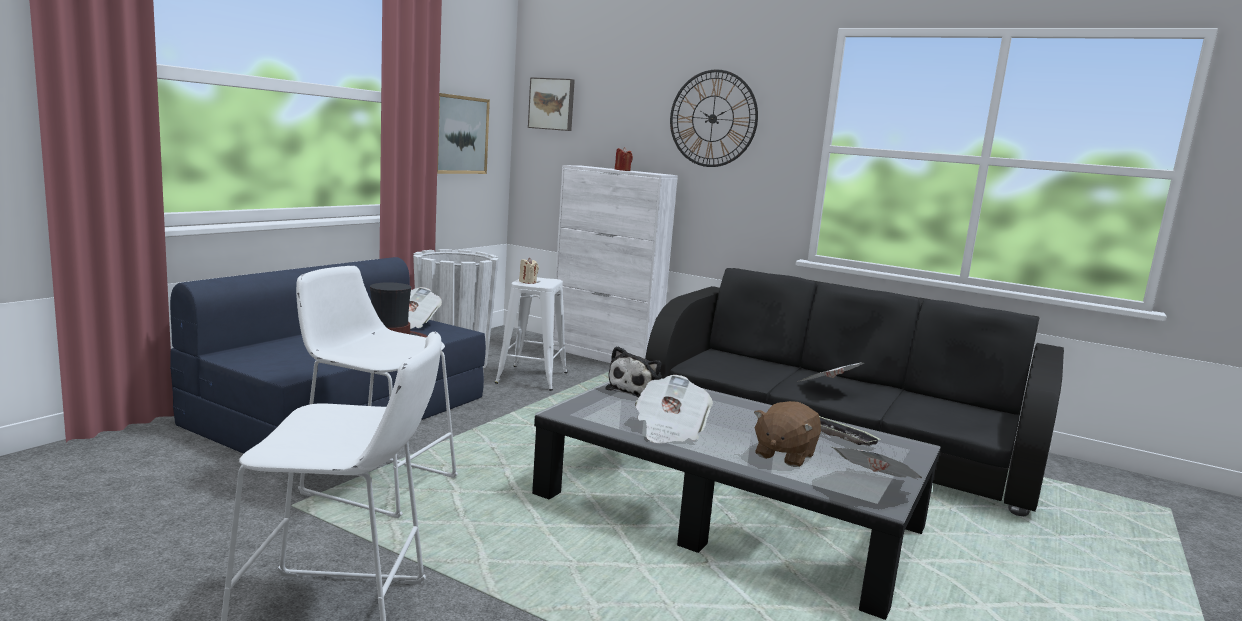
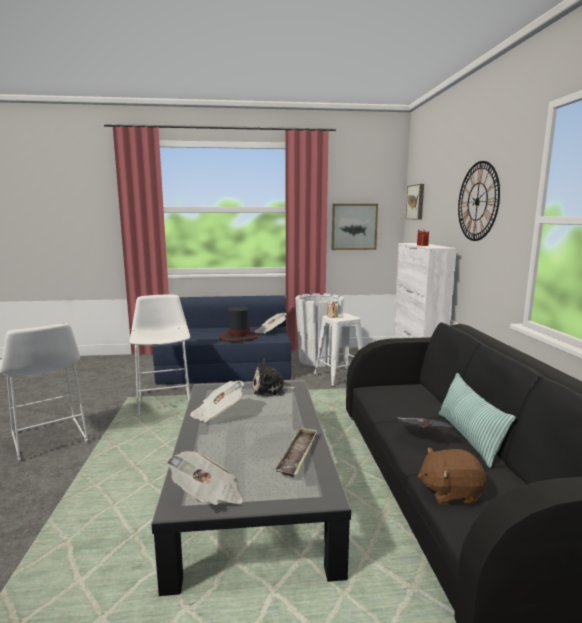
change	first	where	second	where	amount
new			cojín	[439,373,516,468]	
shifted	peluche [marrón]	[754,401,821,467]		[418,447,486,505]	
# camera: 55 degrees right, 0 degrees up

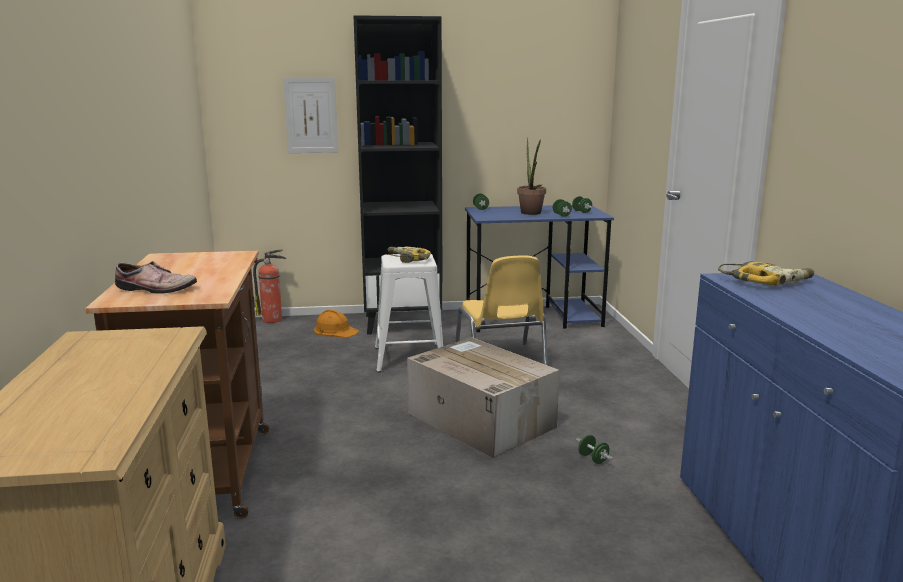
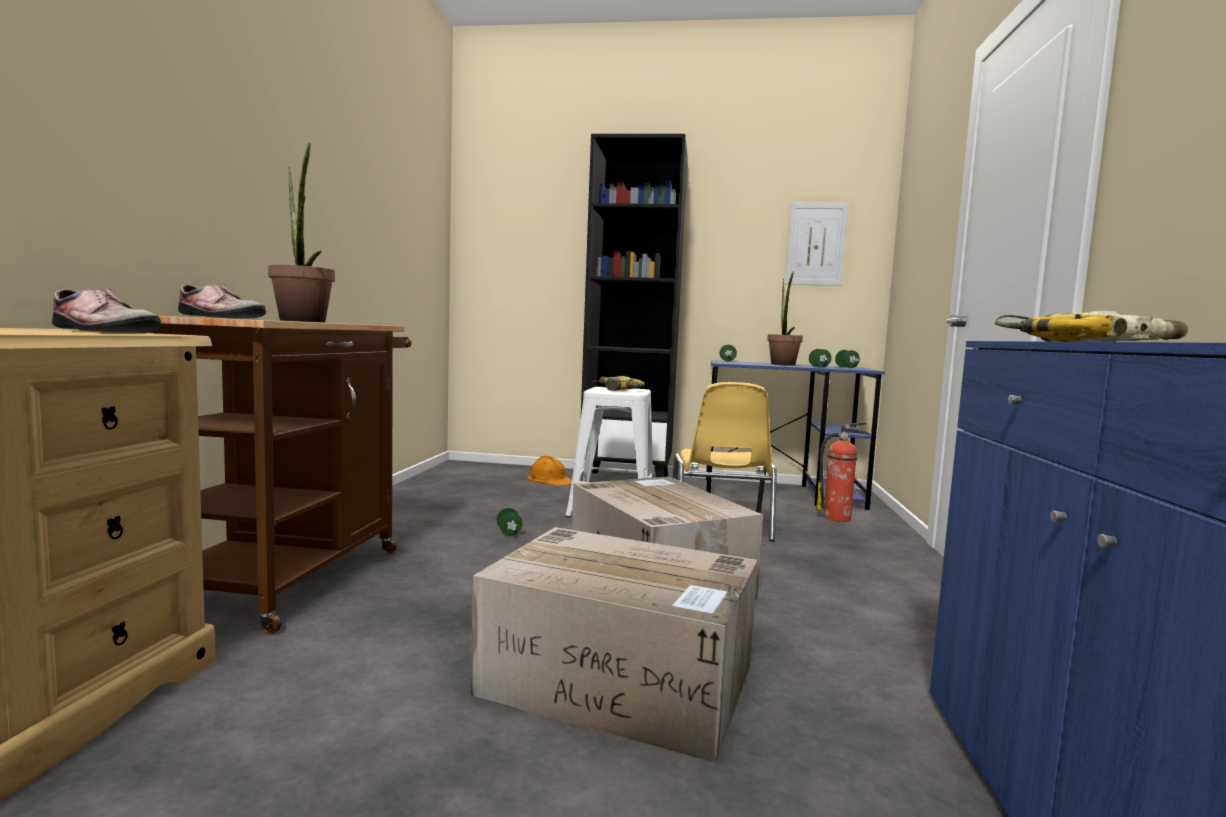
change	first	where	second	where	amount
new			zapato	[52,288,161,332]	
new			planta en maceta	[268,143,335,322]	
new			caja de cartón	[471,527,757,763]	
shifted	extintor	[253,250,286,323]		[816,422,871,522]	
shifted	cuadro	[283,77,338,153]		[785,202,849,286]	
shifted	mancuerna [verde]	[576,435,613,464]		[497,508,523,535]	
# camera: 15 degrees right, 10 degrees down

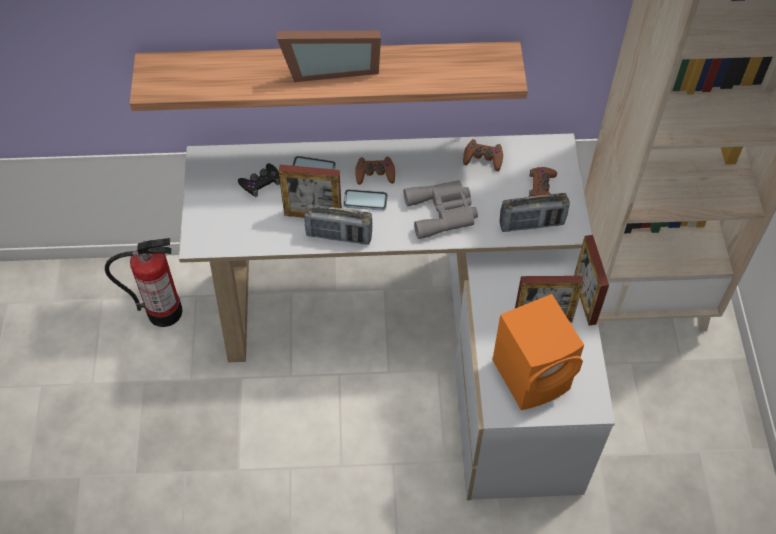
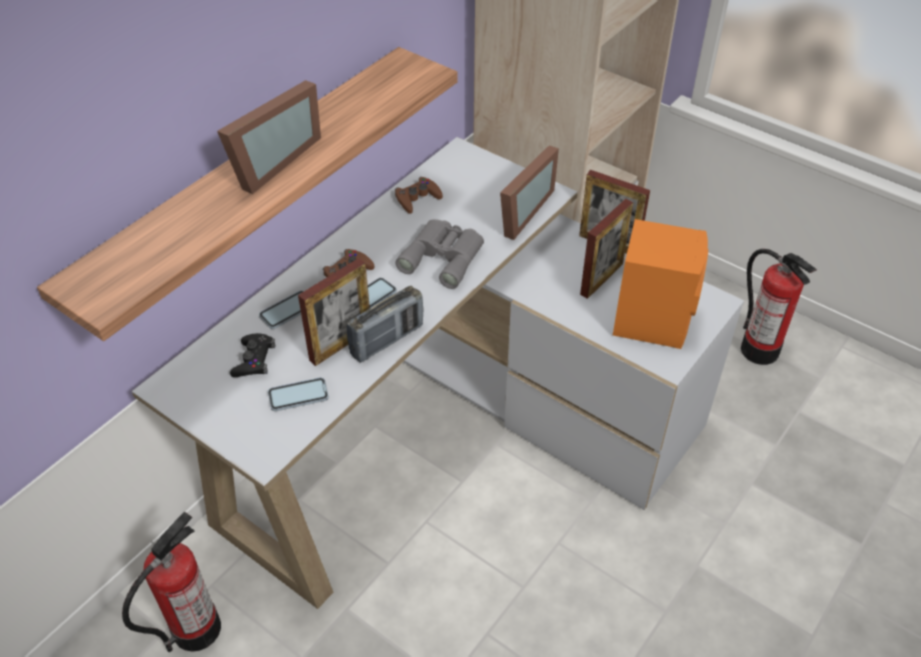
change	first	where	second	where	amount
gone	mando de consola [marrón]	[529,167,557,197]			
new			móvil	[268,378,329,411]	
new			extintor	[741,249,817,365]	
swapped	radio	[500,193,570,232]	portarretratos	[500,145,559,240]	
# camera: 50 degrees left, 10 degrees down

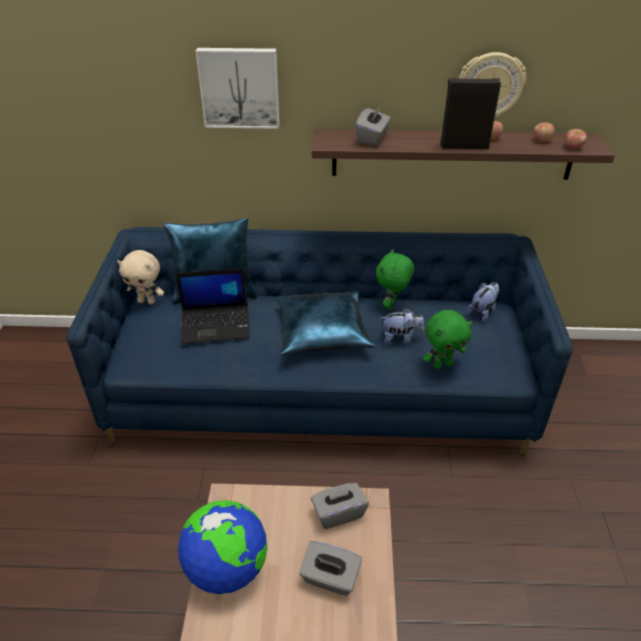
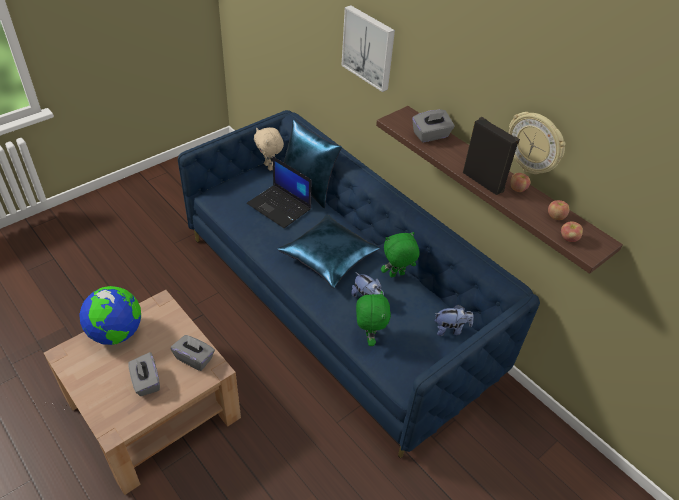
change	first	where	second	where	amount
rotated	peluche [verde]	[423,310,473,369]		[356,291,391,346]	120 degrees counterclockwise
# camera: 45 degrees right, 5 degrees up

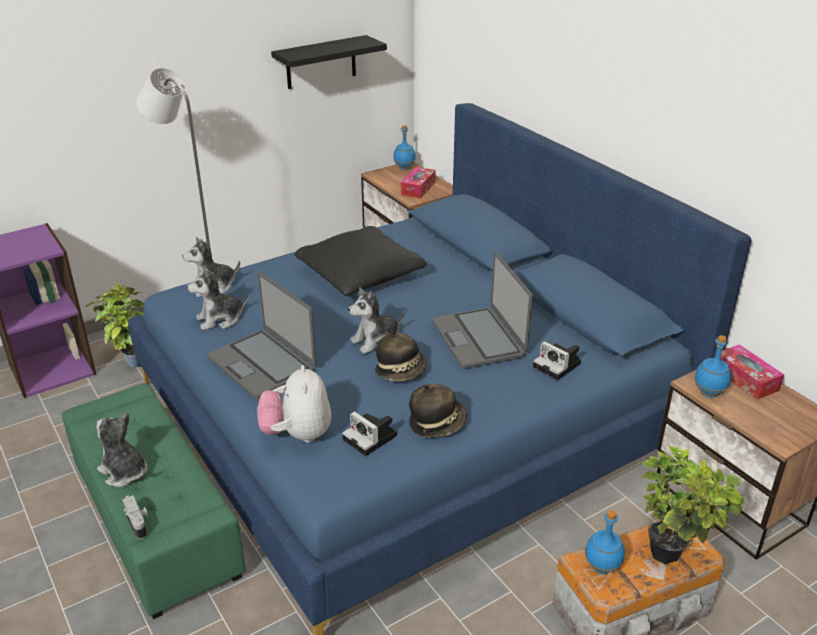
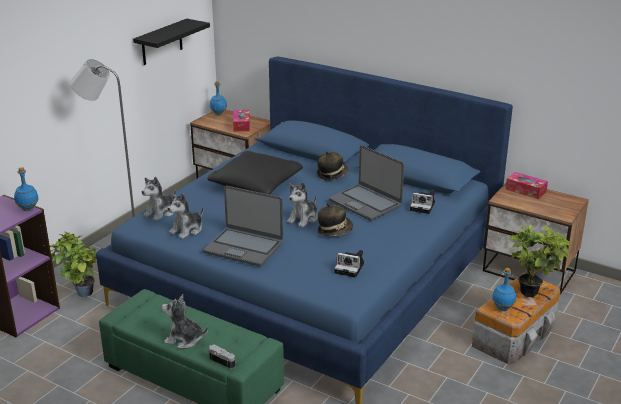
change	first	where	second	where	amount
gone	peluche	[257,365,331,443]			
shifted	sombrero	[409,384,467,438]		[317,152,348,181]	
shifted	botella [azul]	[694,335,731,398]		[14,167,39,211]	
# camera: 25 degrees left, 5 degrees down

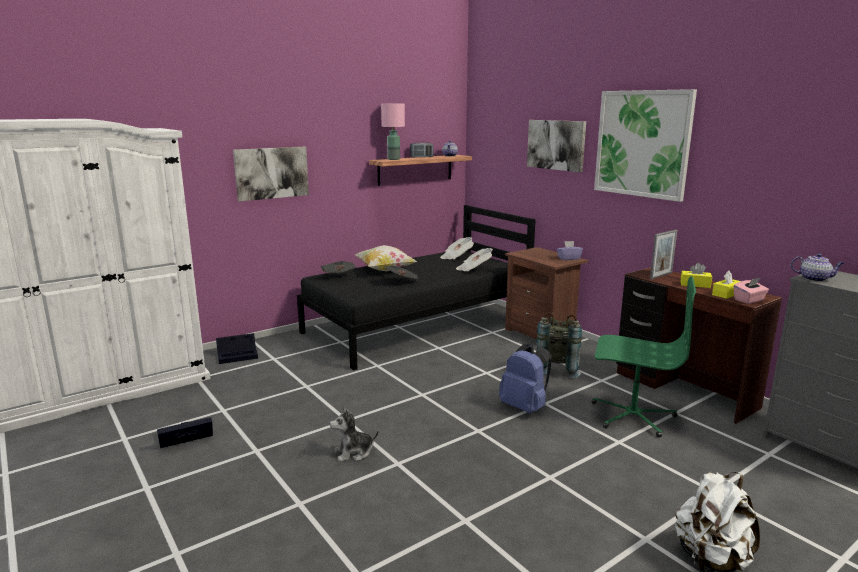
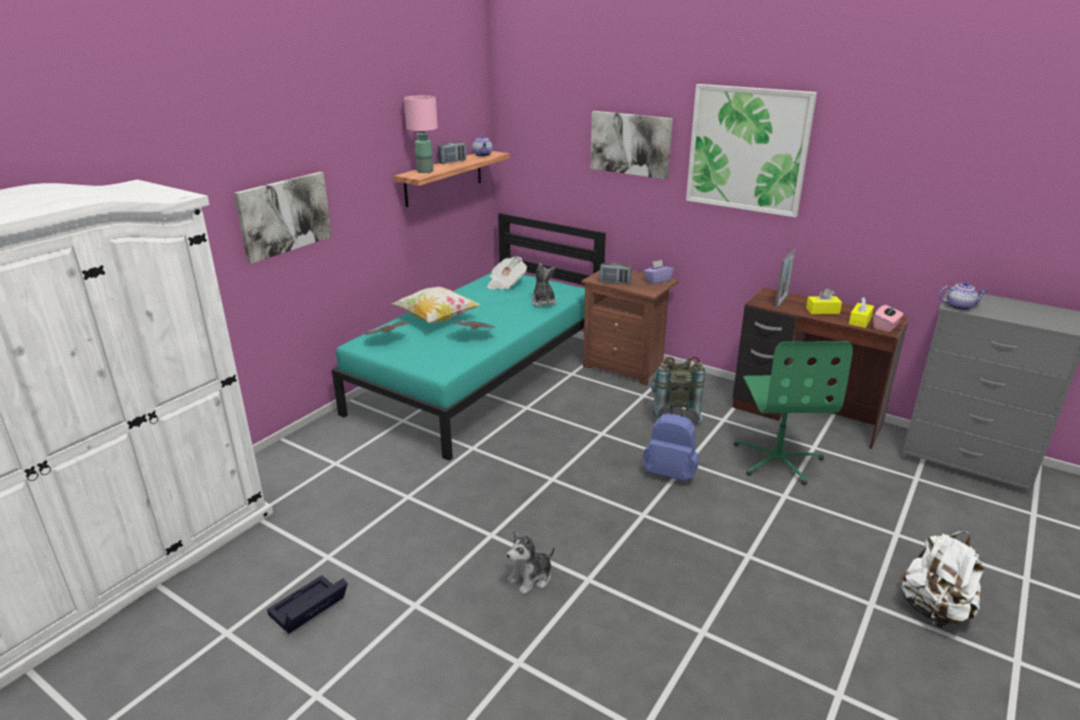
change	first	where	second	where	amount
gone	caja de almacenaje [negro]	[216,333,258,364]			
new			radio	[600,263,632,284]	
swapped	periódico	[456,248,493,271]	peluche	[531,263,556,307]	
repainted	cama [negro]	[297,205,536,370]	cama [turquesa]	[332,213,606,461]	
rotated	silla de oficina [verde]	[592,276,696,438]		[734,341,853,486]	90 degrees clockwise
# camera: 20 degrees left, 10 degrees up

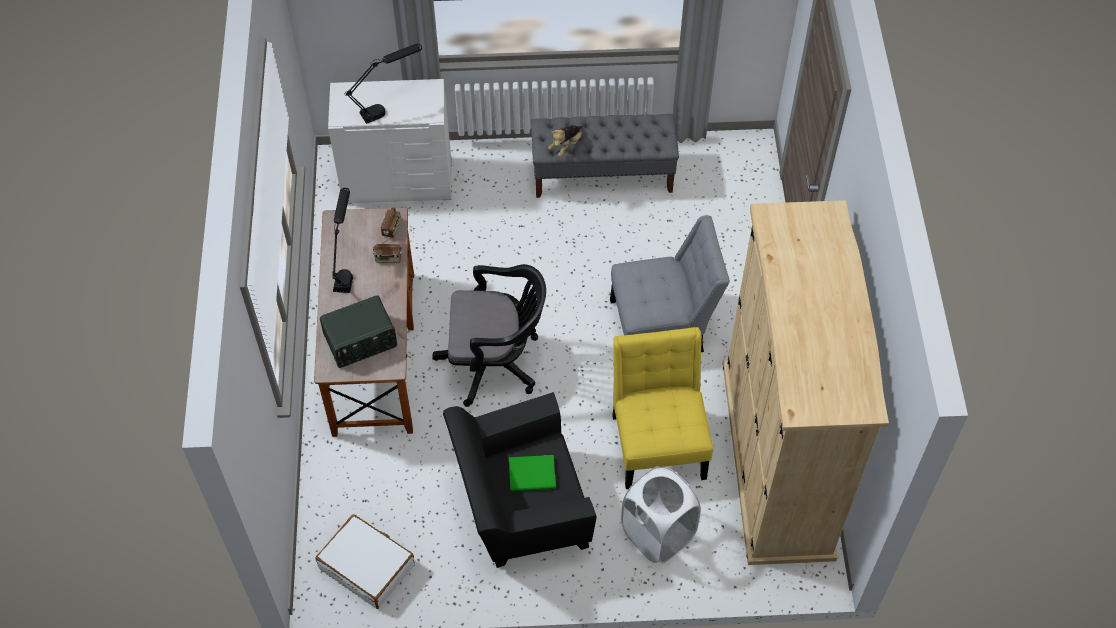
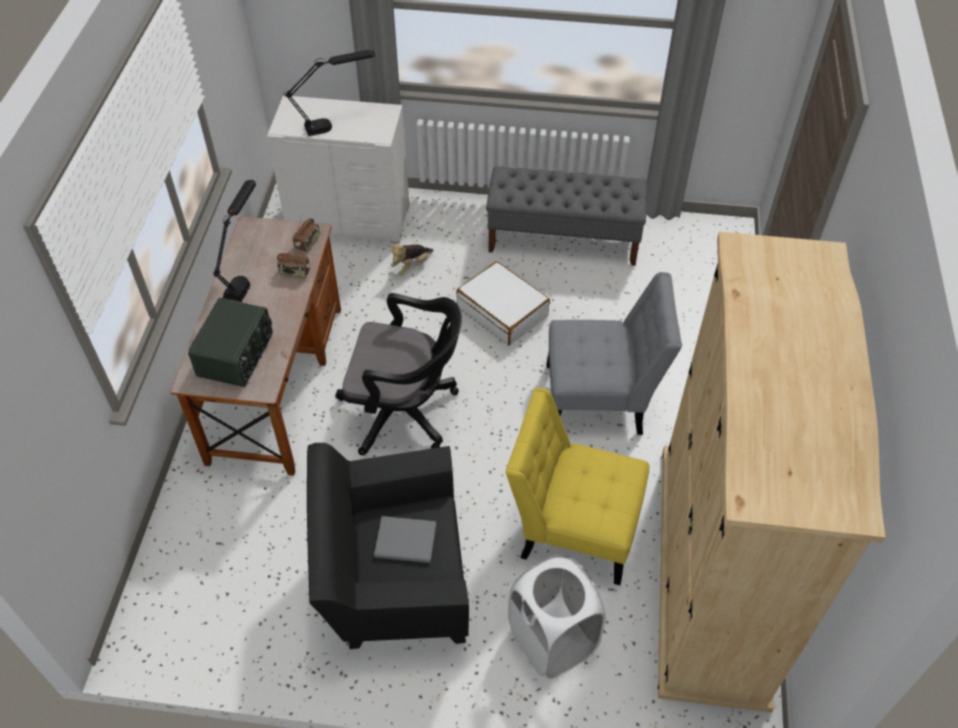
change	first	where	second	where	amount
shifted	maleta [blanco]	[316,514,415,609]		[456,261,550,346]	
shifted	peluche	[548,125,583,157]		[390,244,433,276]	
repainted	libro [verde]	[509,455,556,491]	libro [gris]	[374,516,436,563]	
rotated	radio	[320,295,397,368]		[188,298,273,387]	60 degrees counterclockwise
rotated	silla [amarillo]	[612,327,713,489]		[505,388,649,585]	75 degrees counterclockwise
# camera: 10 degrees right, 5 degrees down

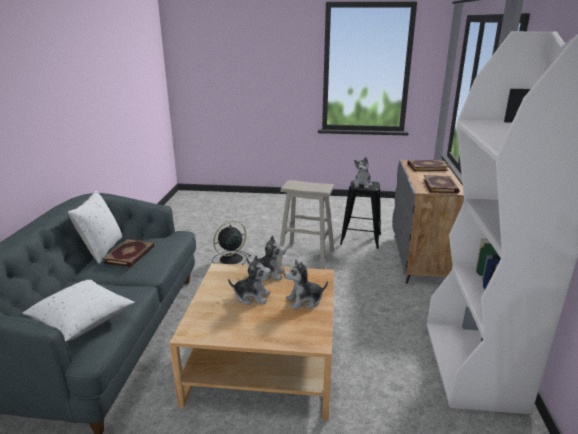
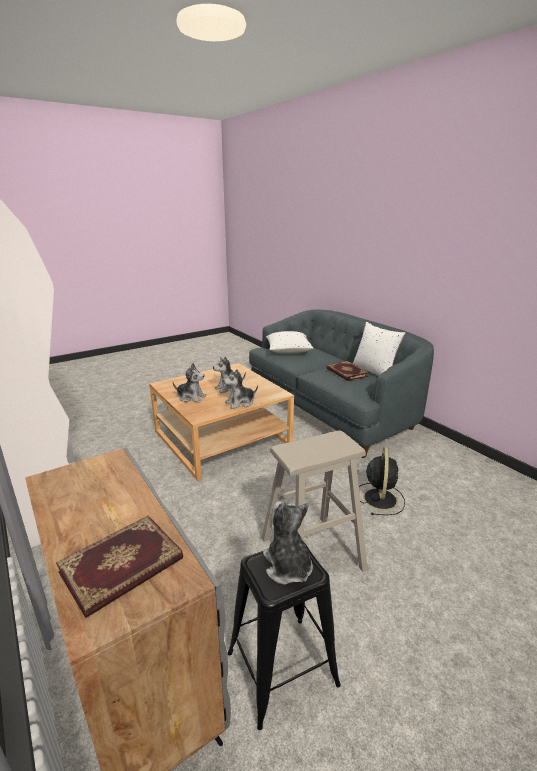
change	first	where	second	where	amount
gone	libro	[423,175,460,193]			
rotated	peluche	[284,260,328,309]		[173,363,207,403]	75 degrees clockwise
# camera: 140 degrees right, 0 degrees up

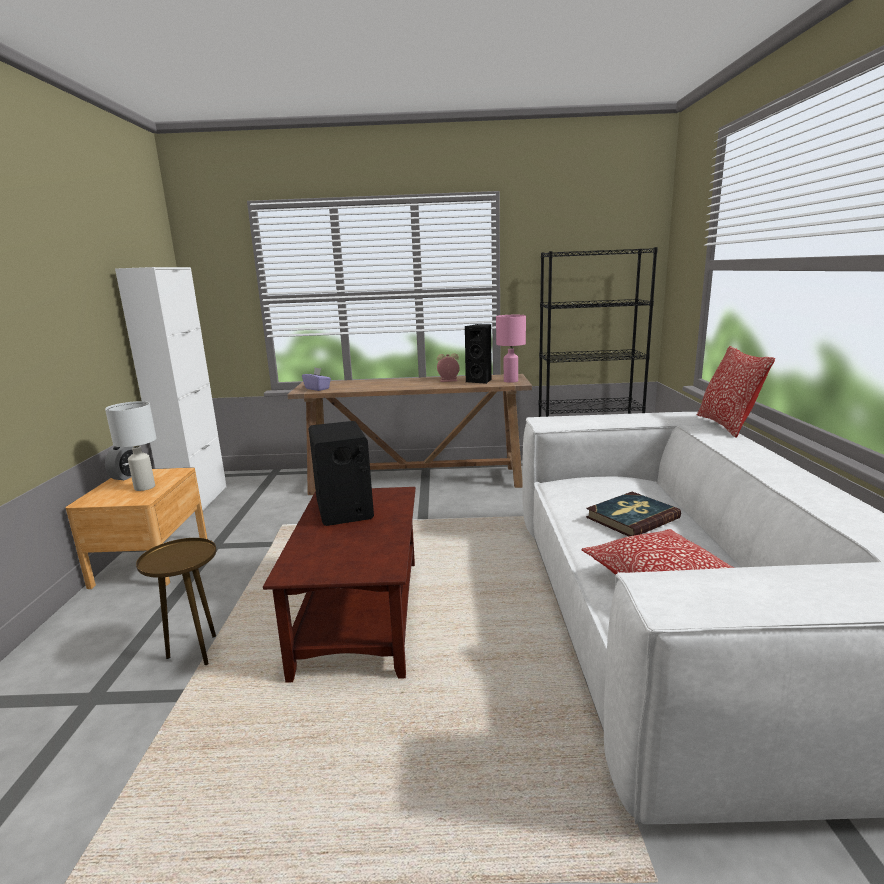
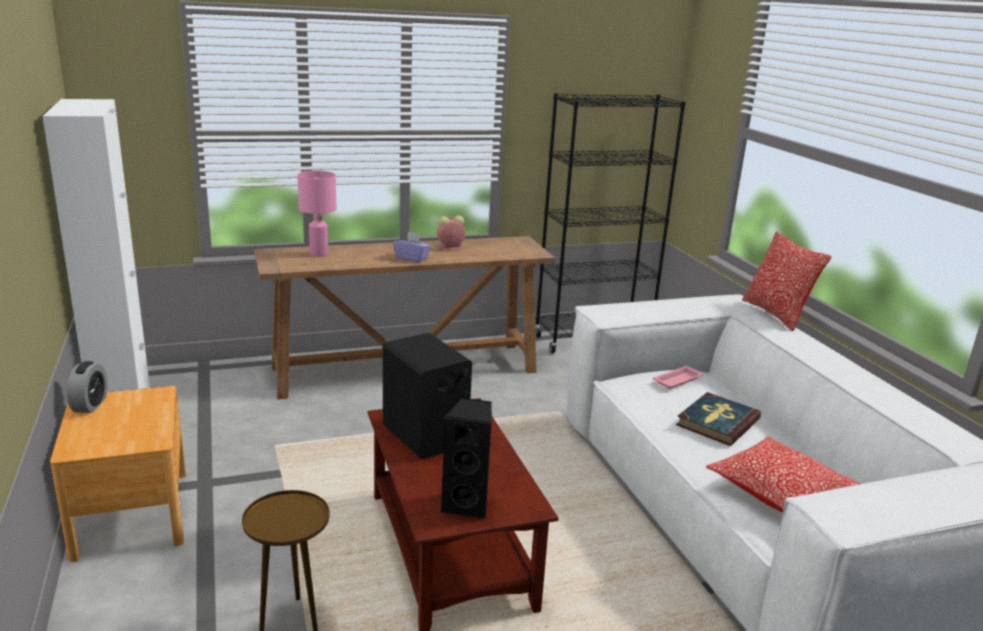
change	first	where	second	where	amount
gone	lámpara de mesa [blanco]	[105,401,156,491]			
new			bandeja [rosa]	[653,366,703,389]	
shifted	caja de pañuelos [morado]	[302,368,331,391]		[393,232,431,262]	
shifted	altavoz [negro]	[465,324,492,384]		[441,398,492,519]	
shifted	lámpara de mesa [rosa]	[496,315,526,383]		[297,171,336,257]	
# camera: 20 degrees left, 5 degrees up

